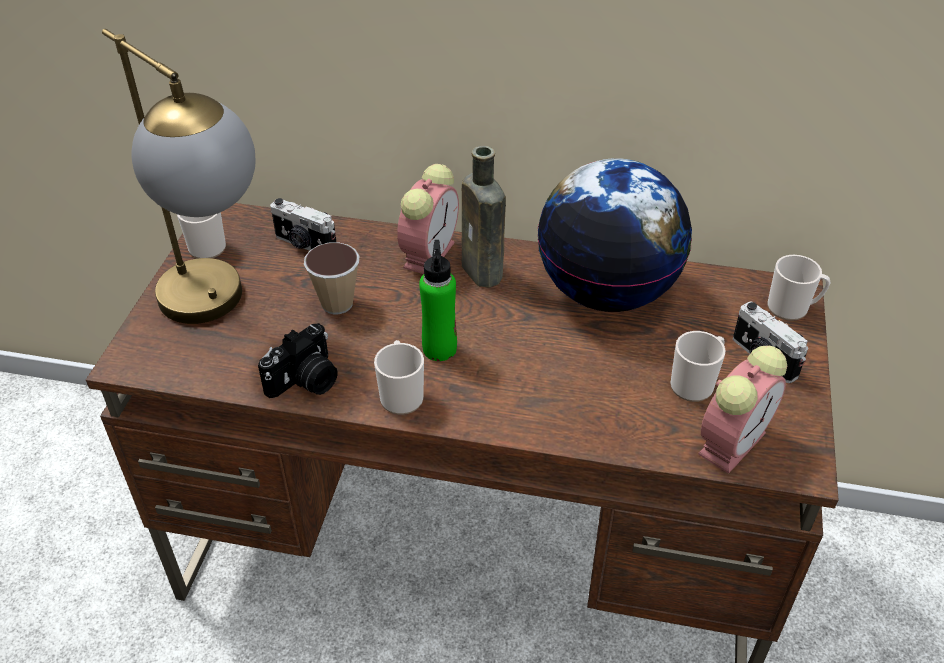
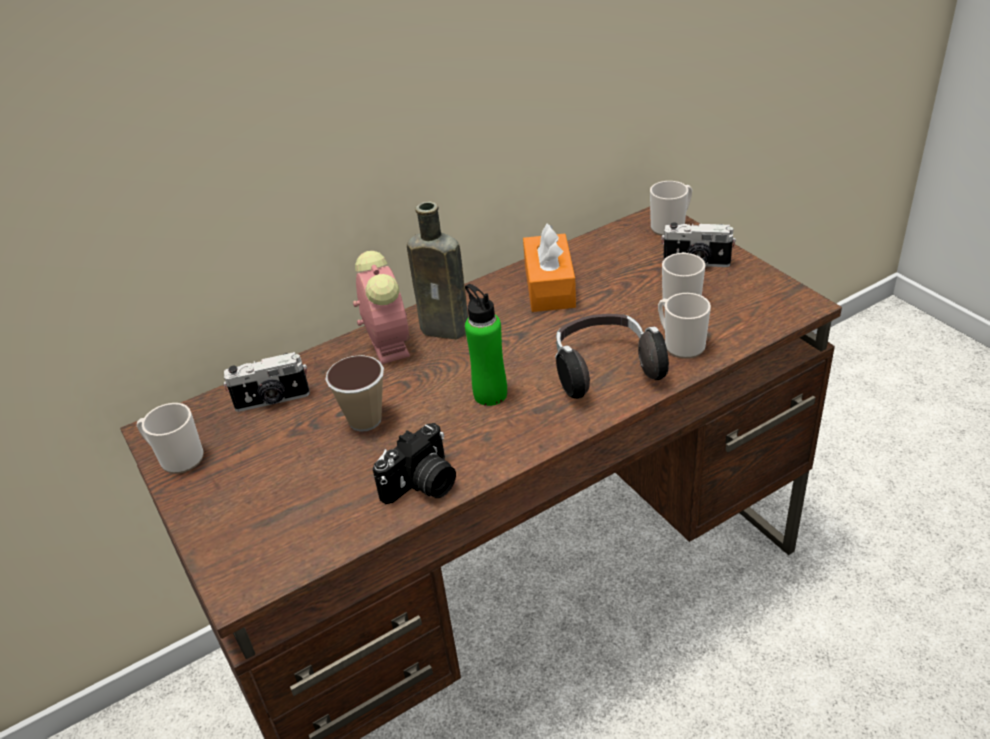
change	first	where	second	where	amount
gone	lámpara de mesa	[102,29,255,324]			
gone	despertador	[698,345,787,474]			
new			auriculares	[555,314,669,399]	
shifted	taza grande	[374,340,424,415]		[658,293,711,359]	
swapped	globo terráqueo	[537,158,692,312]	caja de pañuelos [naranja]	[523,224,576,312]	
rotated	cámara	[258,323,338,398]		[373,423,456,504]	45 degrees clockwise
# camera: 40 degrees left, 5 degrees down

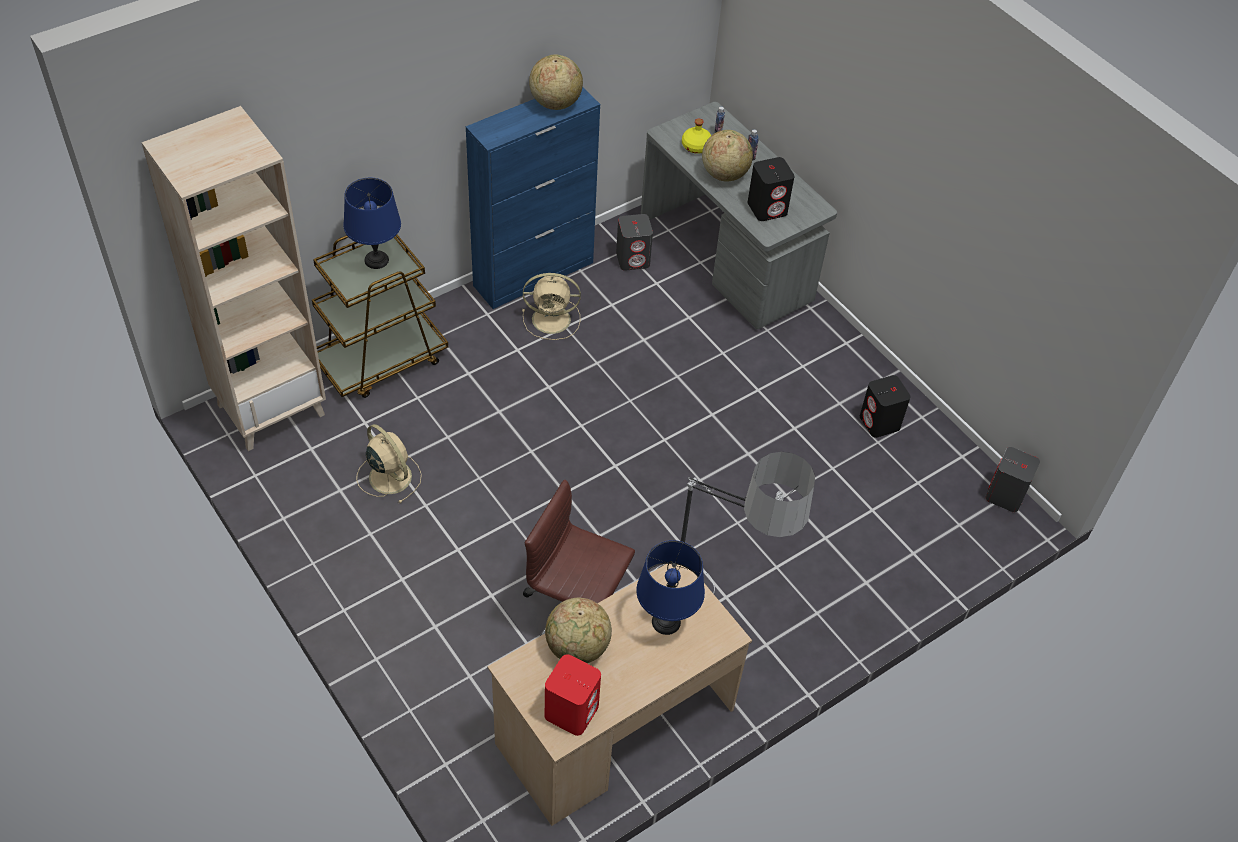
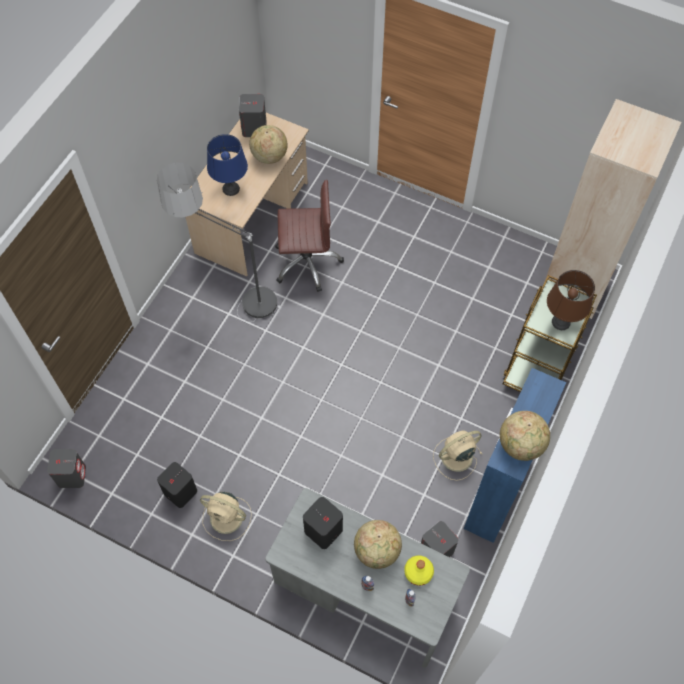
change	first	where	second	where	amount
shifted	ventilador [beis]	[356,424,422,503]		[200,492,252,541]	
repainted	lámpara de mesa [azul]	[343,178,401,269]	lámpara de mesa [marrón]	[547,270,595,330]	
repainted	altavoz [rojo]	[545,655,601,736]	altavoz [gris]	[239,94,267,137]	
# camera: 155 degrees right, 10 degrees up

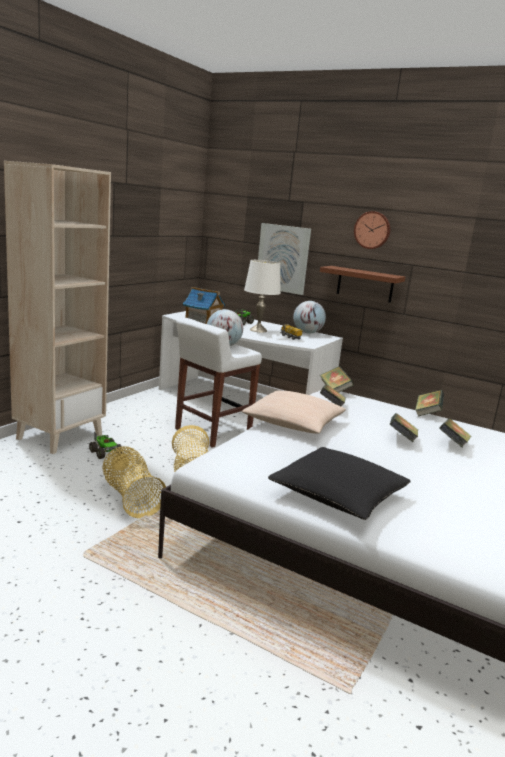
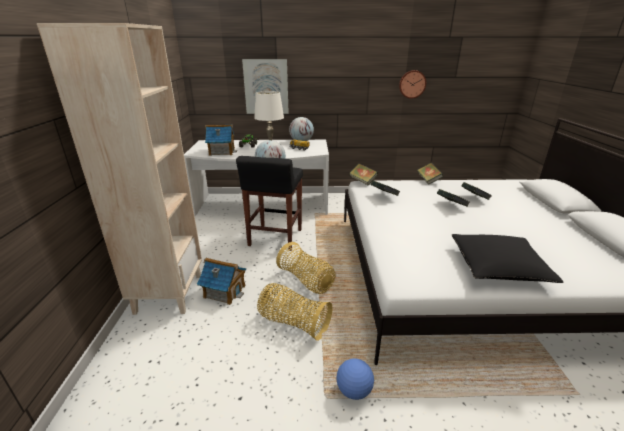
change	first	where	second	where	amount
gone	cojín [beis]	[242,391,346,434]			
gone	estante [marrón]	[320,266,405,303]			
new			balón de fútbol	[336,358,374,400]	
shifted	reloj de pared	[354,211,390,249]		[399,70,426,99]	
swapped	camión de juguete	[89,432,122,459]	casita	[197,258,246,305]	
repainted	taburete [blanco]	[175,317,262,447]	taburete [negro]	[236,156,303,250]	
# camera: 30 degrees left, 10 degrees up

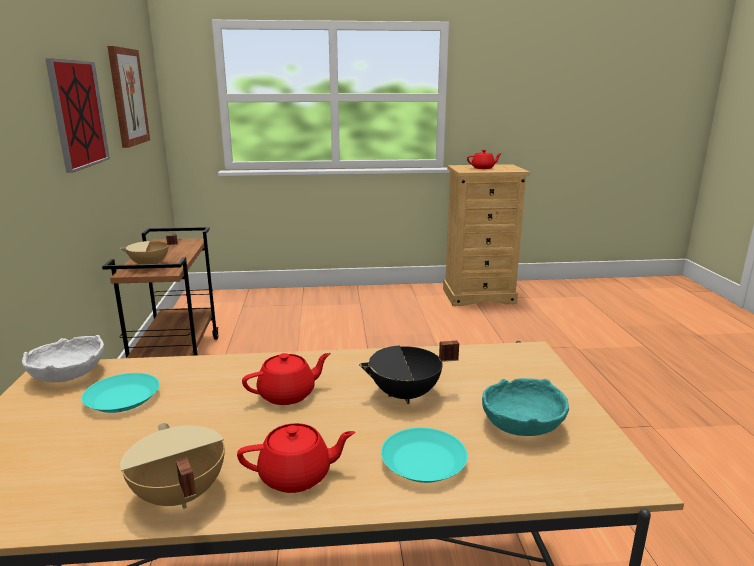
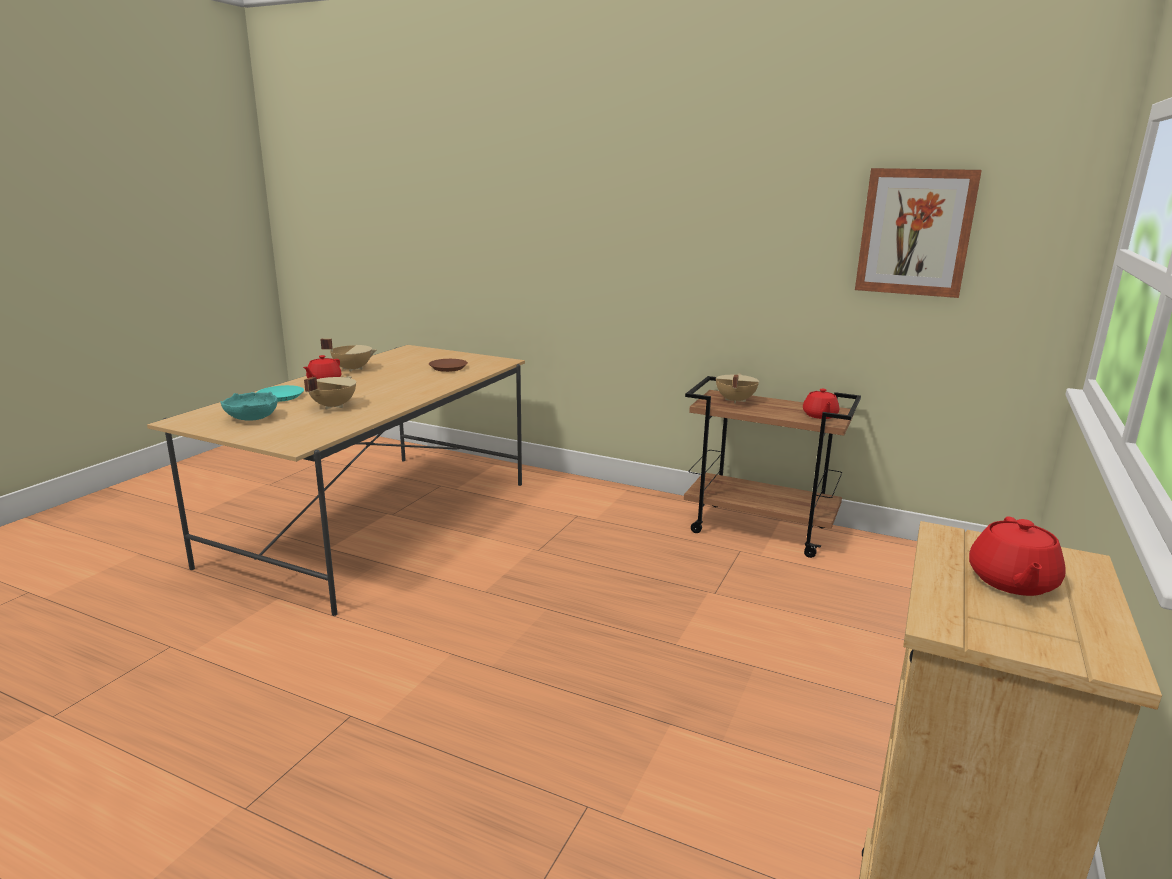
change	first	where	second	where	amount
gone	cuenco [blanco]	[22,335,104,382]			
gone	cuadro	[45,59,110,173]			
shifted	tetera [rojo]	[242,353,331,405]		[803,389,839,419]	
repainted	plato [turquesa]	[81,373,159,413]	plato [marrón]	[429,359,468,372]	
repainted	olla [negro]	[359,341,459,404]	olla [beis]	[304,376,356,410]	
# camera: 120 degrees right, 0 degrees up

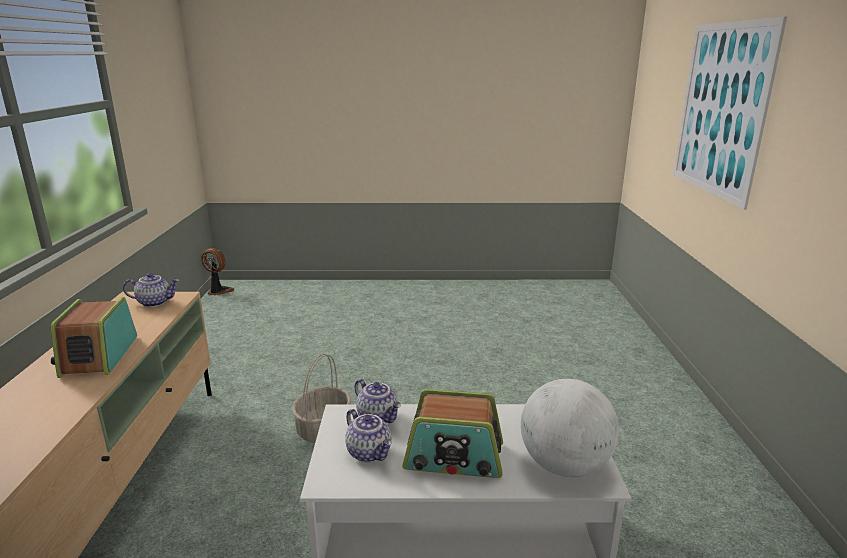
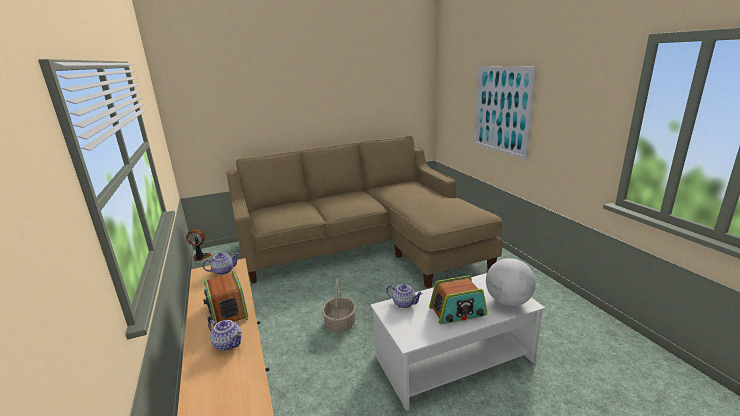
change	first	where	second	where	amount
new			sofá [beis]	[226,136,503,288]	
shifted	tetera	[345,409,392,462]		[208,320,242,351]	
# camera: 20 degrees left, 0 degrees up

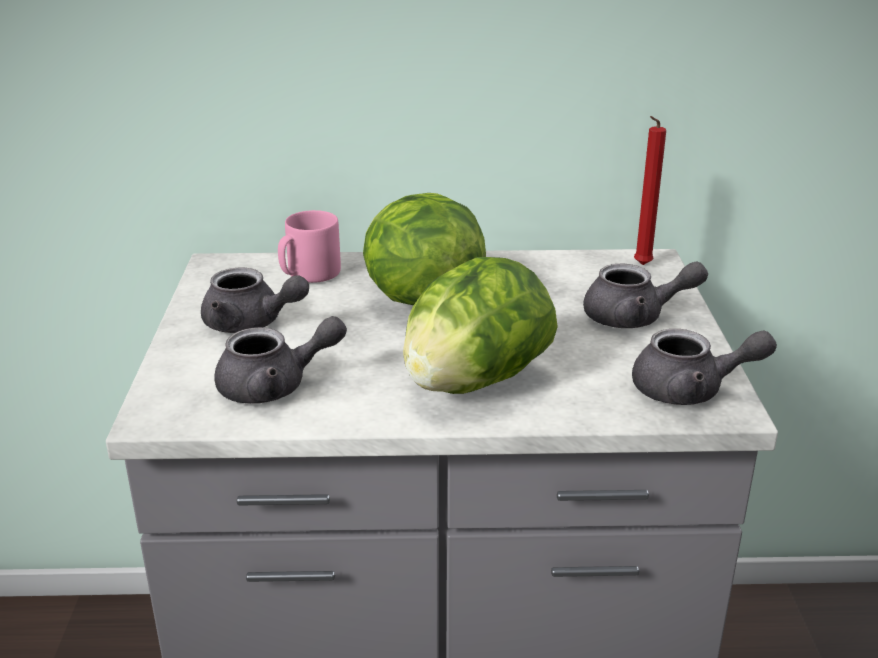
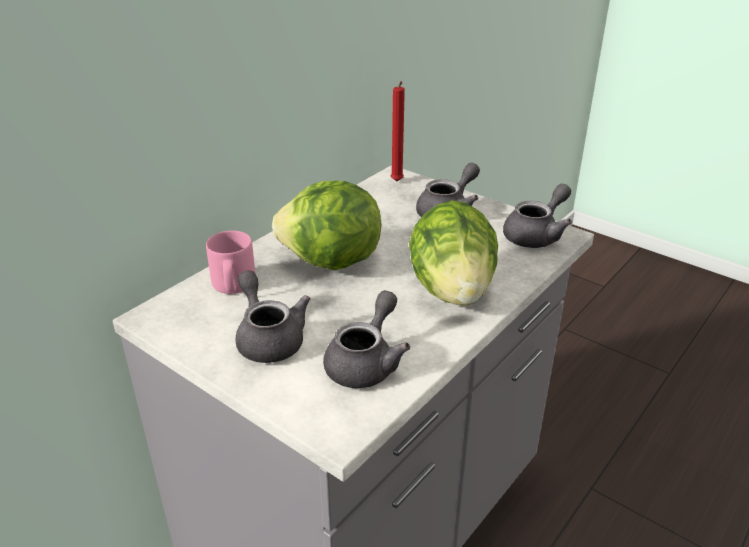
change	first	where	second	where	amount
rotated	tetera [gris]	[201,267,309,333]		[235,270,310,363]	90 degrees counterclockwise
# camera: 50 degrees left, 5 degrees up

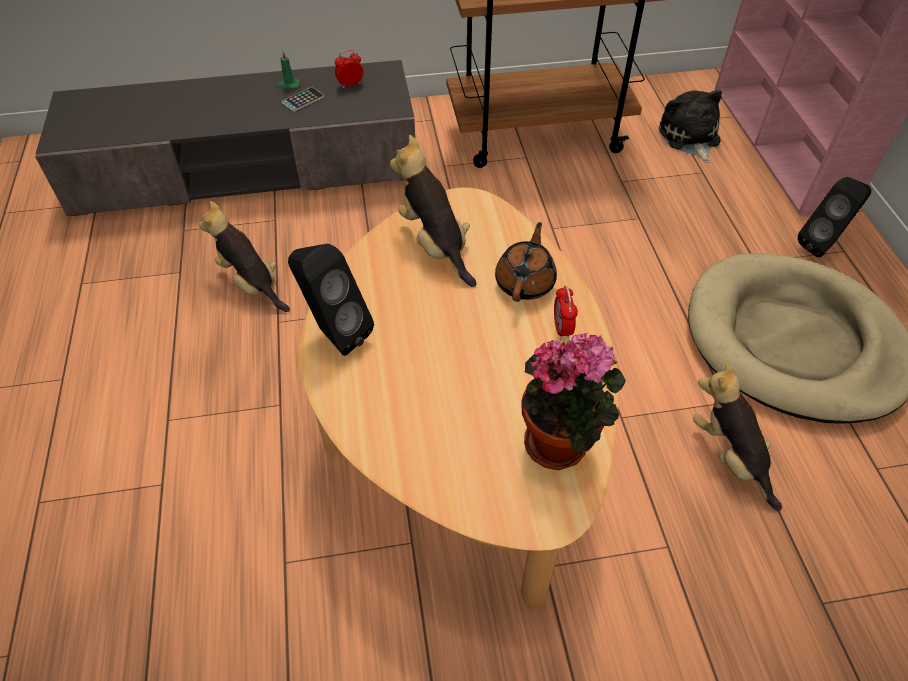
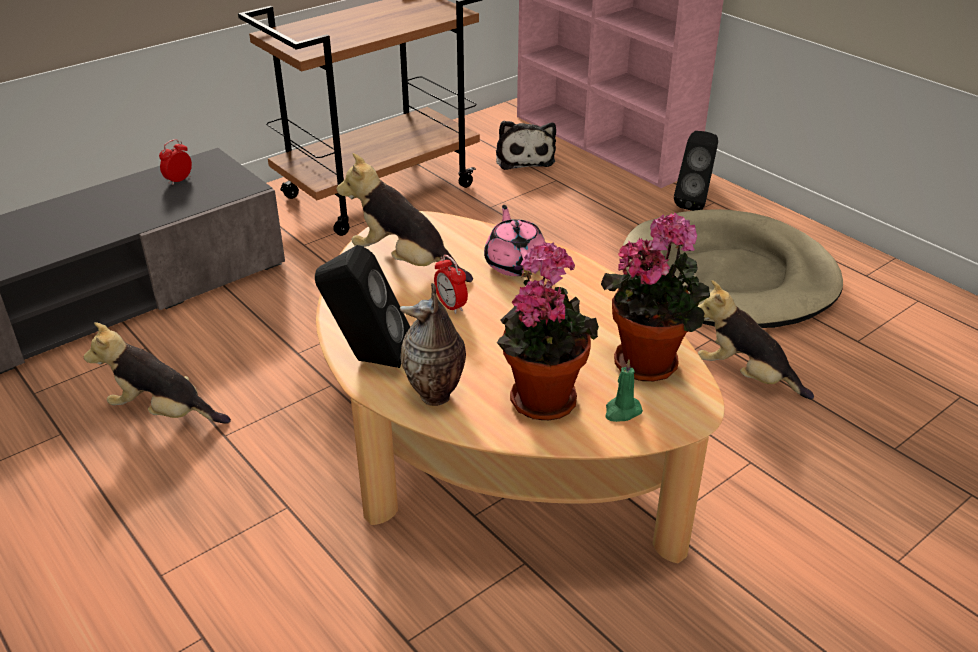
change	first	where	second	where	amount
gone	móvil	[282,87,324,112]			
new			florero	[400,283,466,406]	
new			planta en maceta	[497,243,599,421]	
shifted	vela [verde]	[277,52,300,89]		[605,359,643,422]	
shifted	despertador	[554,285,578,339]		[434,255,468,314]	
repainted	tetera [marrón]	[495,222,557,302]	tetera [rosa]	[484,205,546,276]	
rotated	peluche	[659,89,722,163]		[496,120,556,170]	150 degrees counterclockwise
# camera: 30 degrees left, 15 degrees down

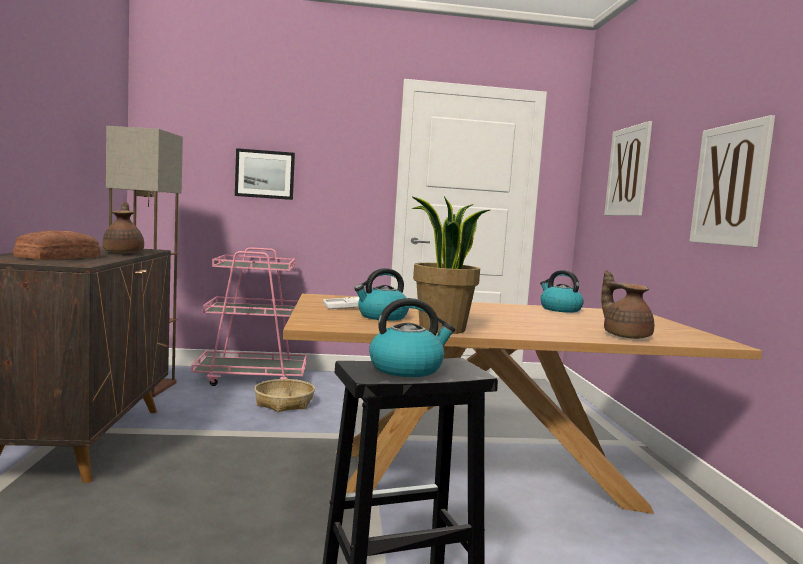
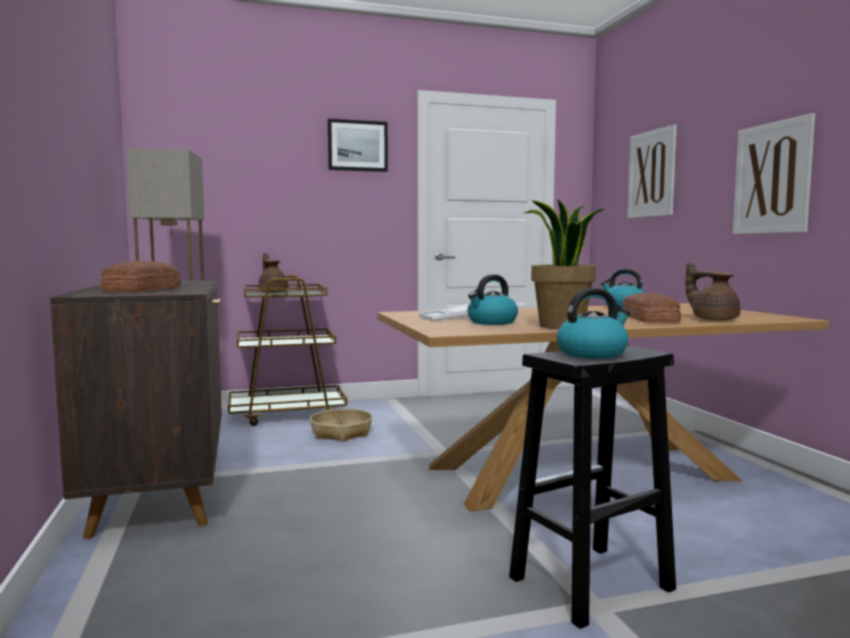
change	first	where	second	where	amount
new			pan	[622,293,681,322]	
shifted	tetera [marrón]	[103,202,144,254]		[258,253,288,293]	
shifted	cuadro	[235,148,295,200]		[328,119,388,172]	
repainted	carrito [rosa]	[191,247,307,386]	carrito [marrón]	[228,275,347,426]	
# camera: 10 degrees left, 0 degrees up

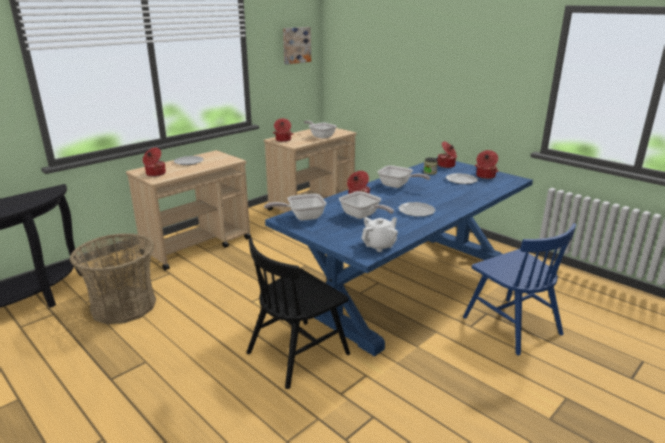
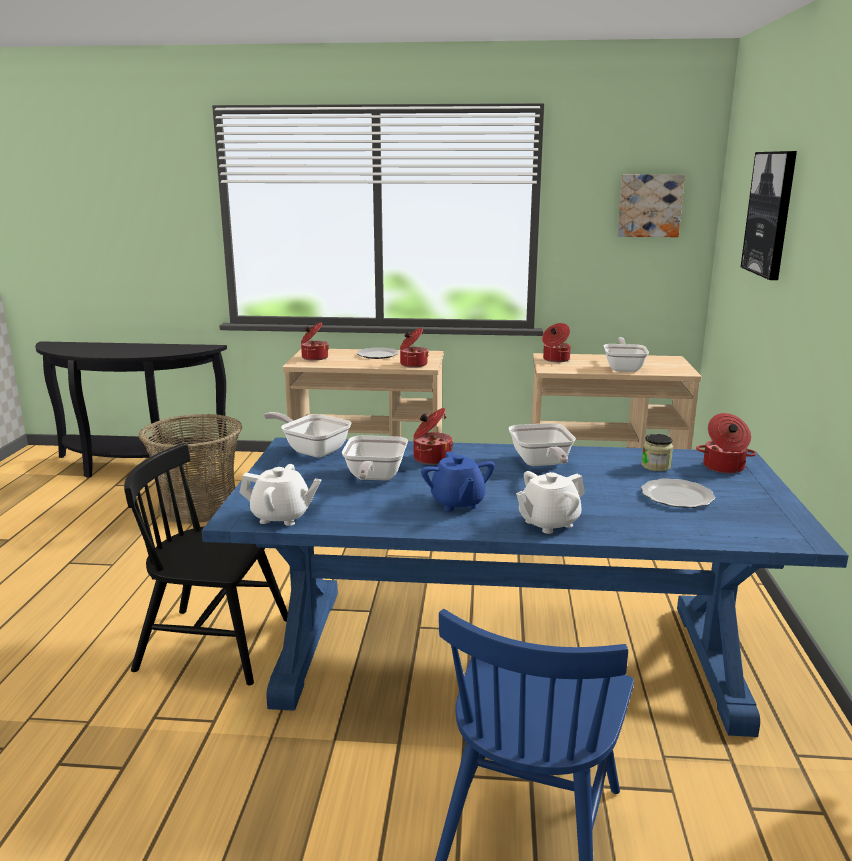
change	first	where	second	where	amount
new			tetera [blanco]	[516,471,585,534]	
new			cuadro	[741,151,797,280]	
shifted	olla	[475,150,499,179]		[400,328,429,368]	
swapped	plato	[398,202,436,217]	tetera [azul]	[421,452,495,511]	
# camera: 50 degrees right, 5 degrees down

